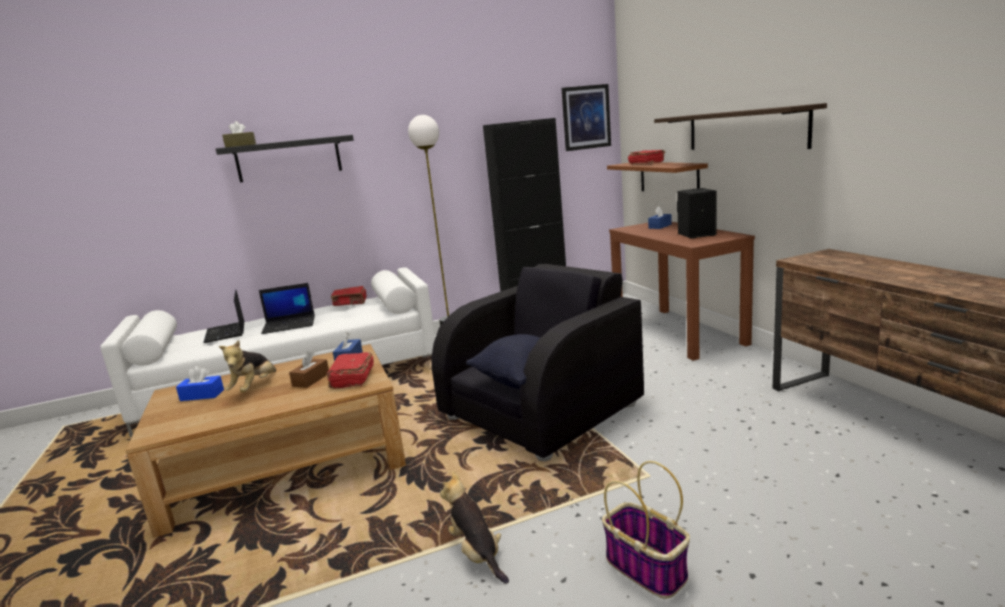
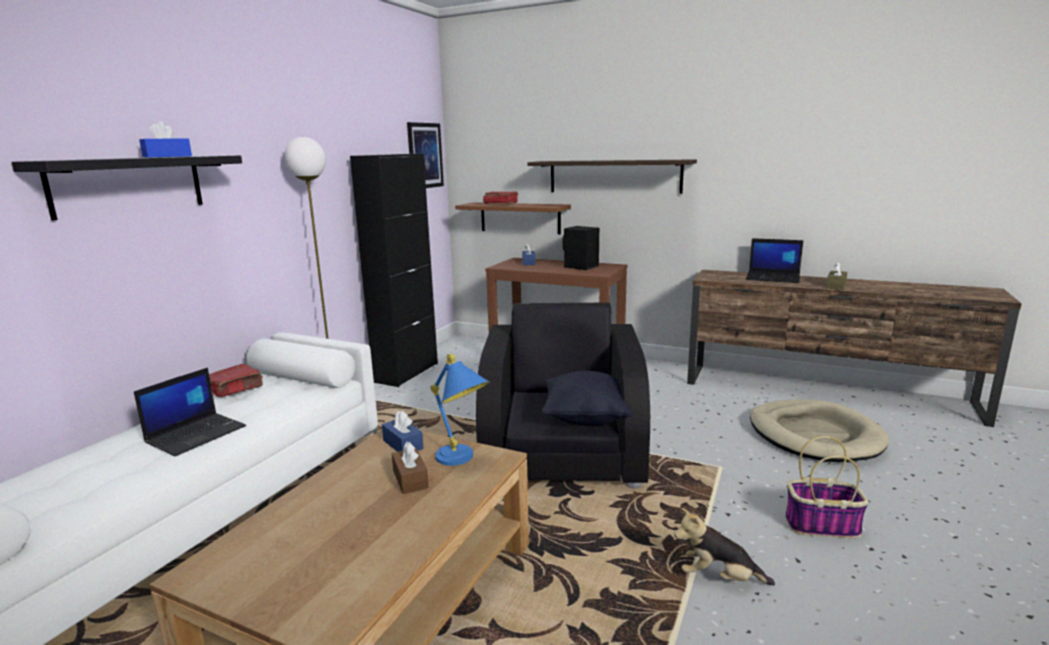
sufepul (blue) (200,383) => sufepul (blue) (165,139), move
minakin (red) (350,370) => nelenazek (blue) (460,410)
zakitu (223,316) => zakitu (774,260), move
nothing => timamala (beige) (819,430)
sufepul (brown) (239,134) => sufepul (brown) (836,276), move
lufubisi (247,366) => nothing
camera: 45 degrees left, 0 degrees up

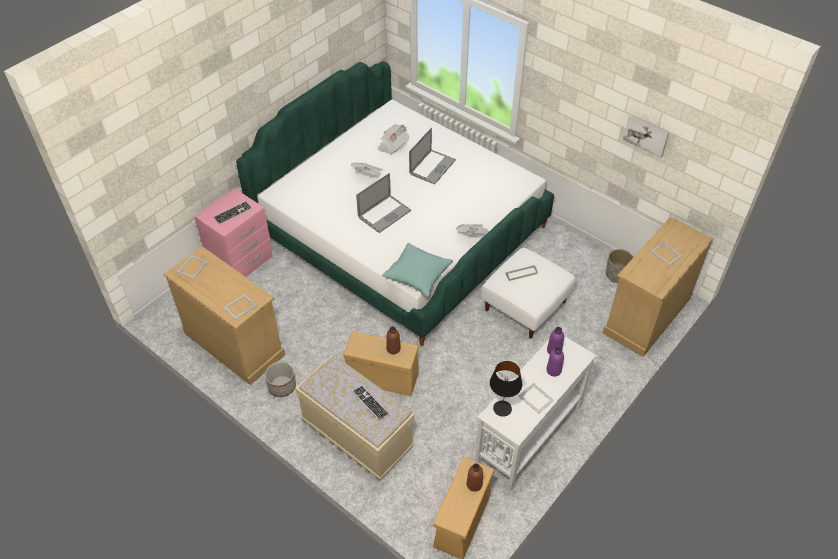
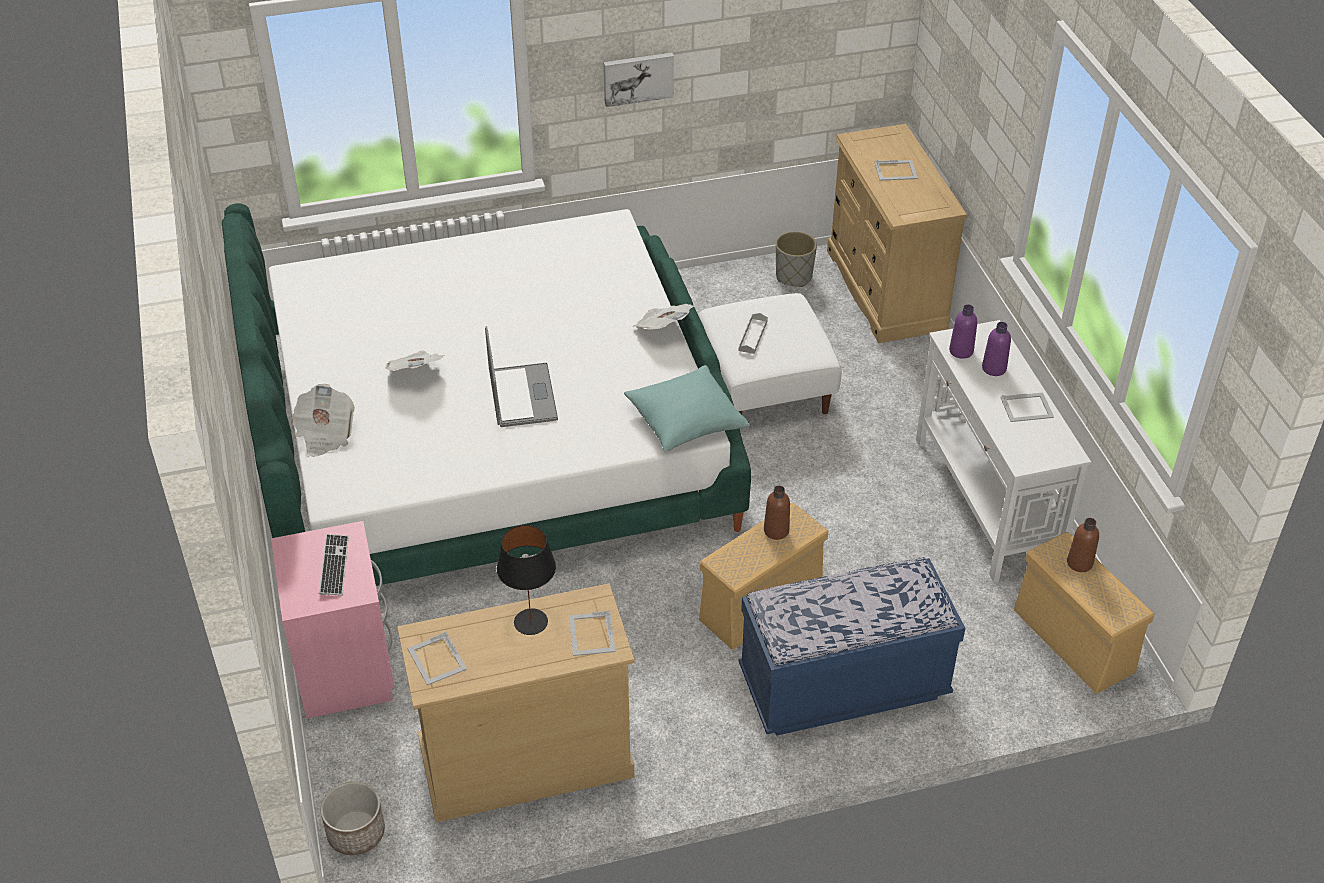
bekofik (393,139) => bekofik (323,420), move
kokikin (280,379) => kokikin (353,818), move
nelenazek (black) (506,389) => nelenazek (black) (526,580), move
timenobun (646,136) => timenobun (639,79), move
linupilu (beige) (354,417) => linupilu (blue) (852,646)
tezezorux (370,403) => nothing
zakitu (432,156) => nothing
camera: 55 degrees left, 5 degrees down

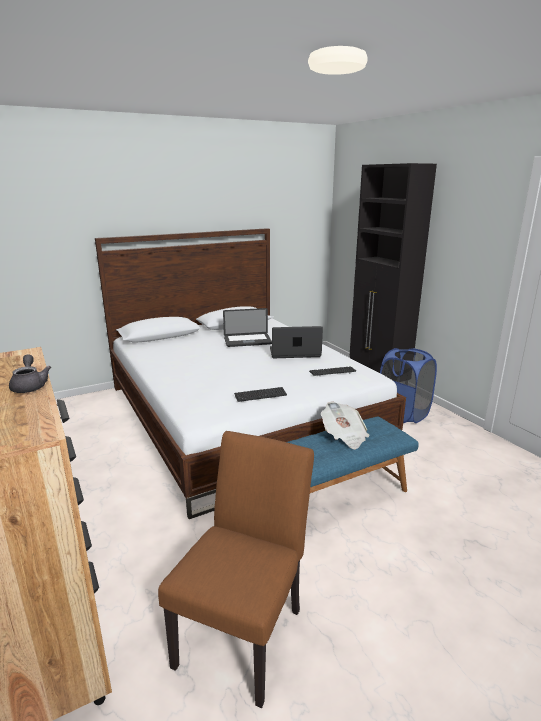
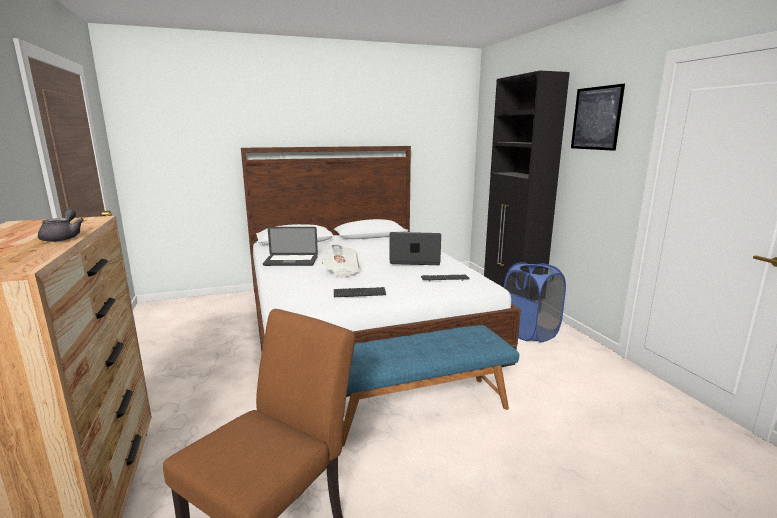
zakitu (247,327) => zakitu (290,246), move
bekofik (345,425) => bekofik (341,261), move
nothing => timenobun (598,117)
camera: 10 degrees right, 5 degrees down

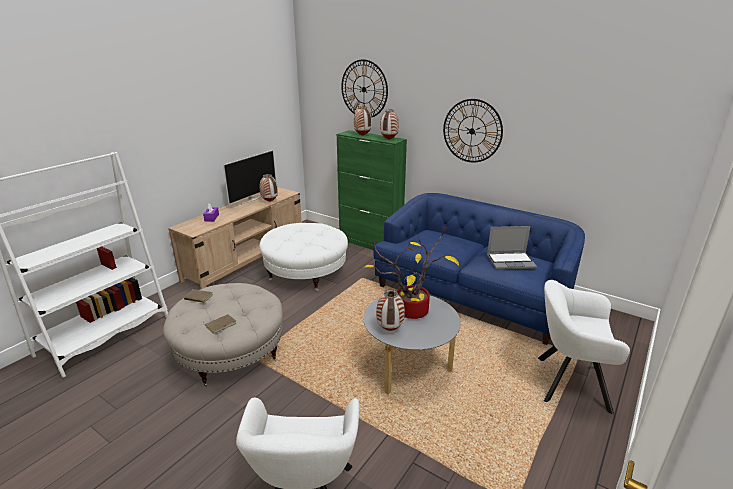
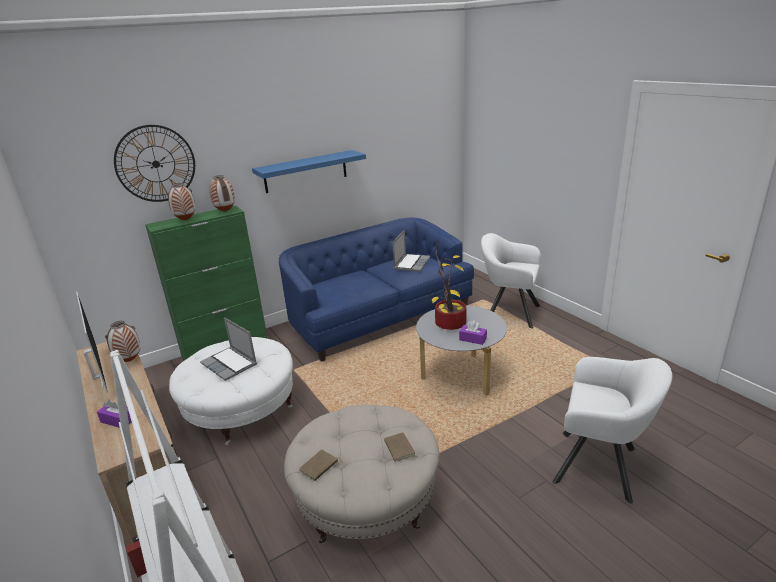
nothing => zakitu (228,349)
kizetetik (473,130) => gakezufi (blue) (309,171)
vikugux (390,310) => sufepul (purple) (473,332)
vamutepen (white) (584,347) => vamutepen (white) (511,281), 75 degrees clockwise
camera: 65 degrees left, 0 degrees up

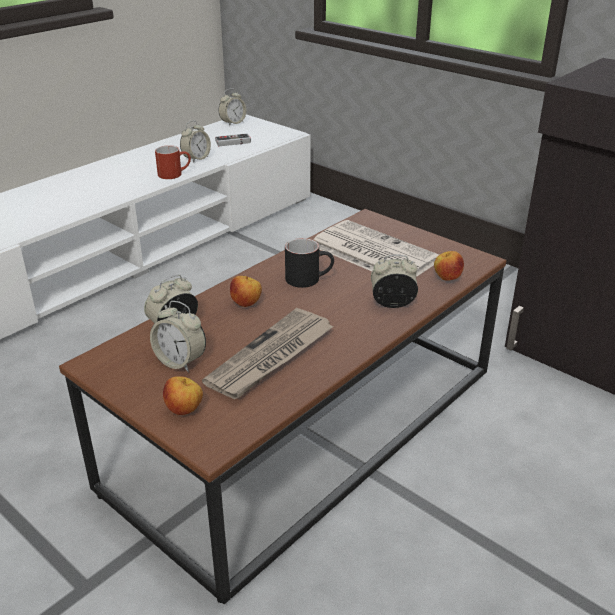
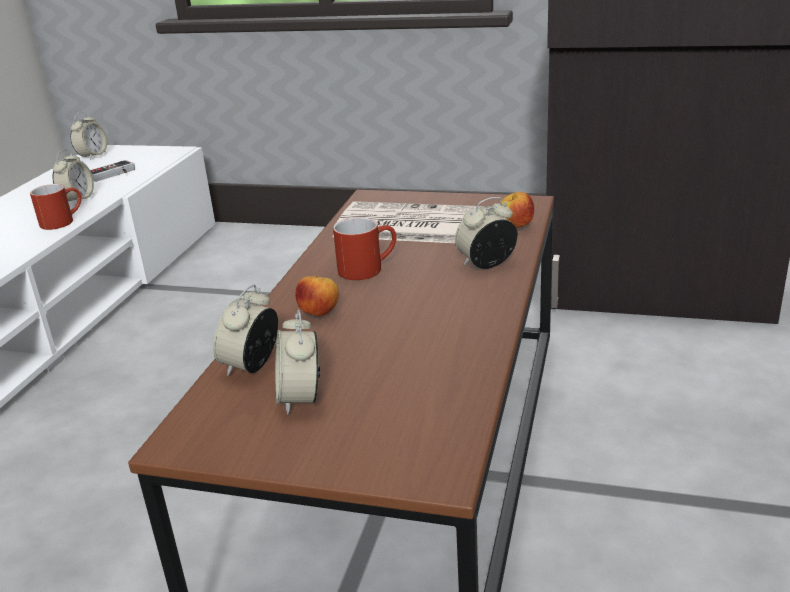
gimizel (178,336) => gimizel (297,362), 75 degrees clockwise
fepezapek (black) (309,263) => fepezapek (red) (365,248)
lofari (183,395) => nothing
bekofik (268,353) => nothing
camera: 25 degrees left, 5 degrees down

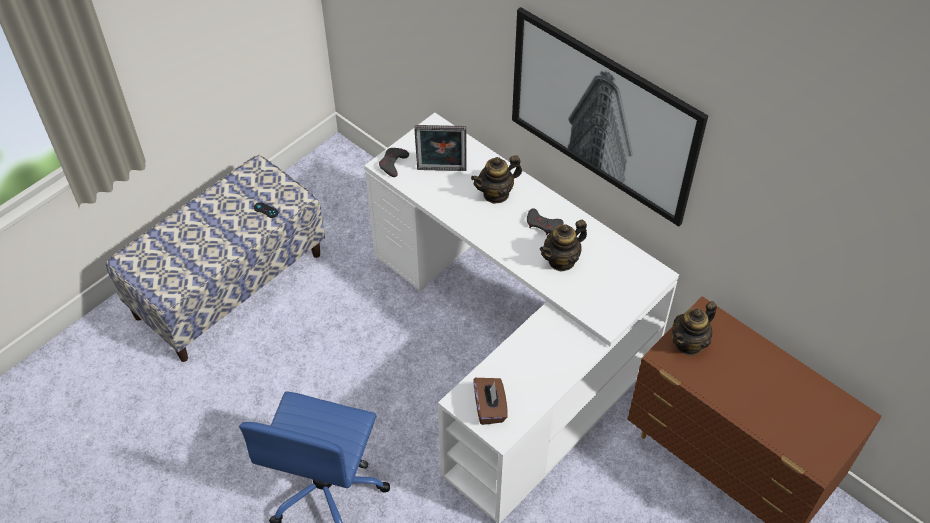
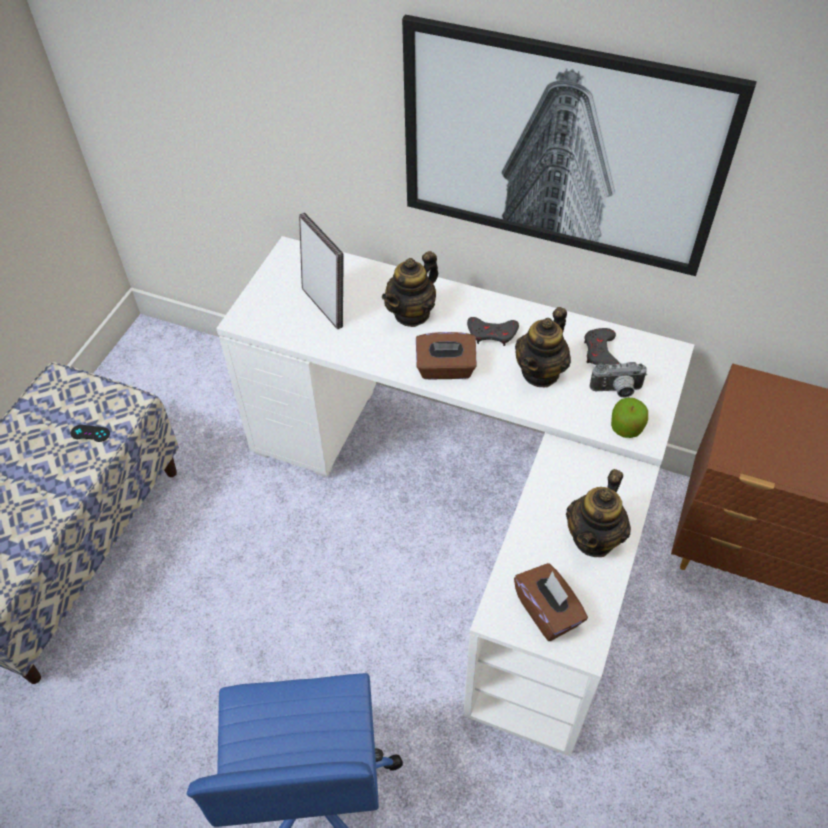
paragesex (440,148) => paragesex (321,271), 105 degrees counterclockwise
nothing => sufepul (brown) (446,356)
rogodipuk (694,328) => rogodipuk (598,513), move
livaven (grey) (394,162) => livaven (grey) (602,346), move
nothing => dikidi (618,380)
nothing => lofari (629,418)
camera: 20 degrees left, 0 degrees up

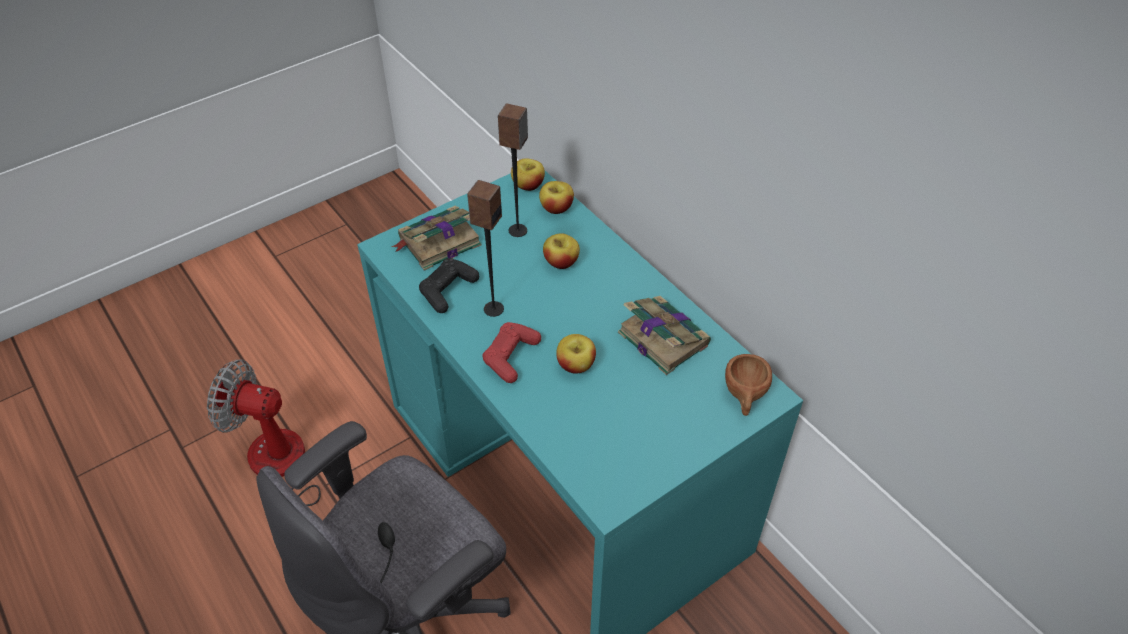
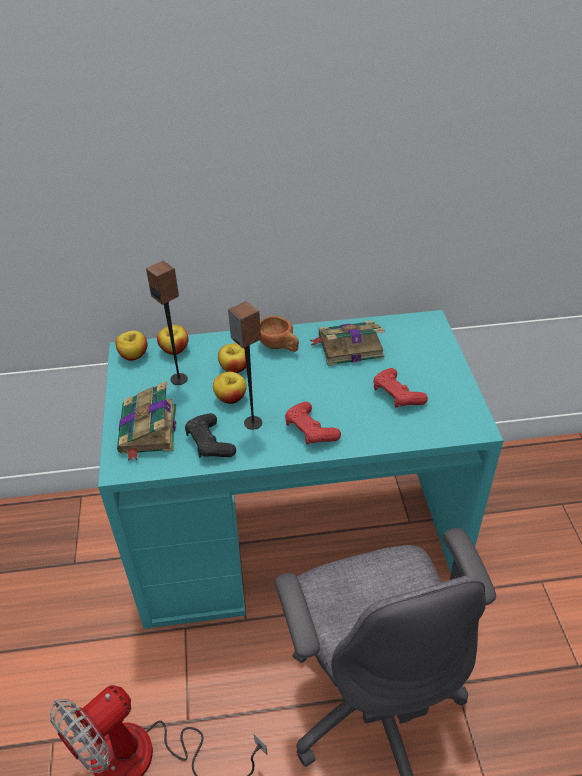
lofari (576,354) => lofari (230,388), move
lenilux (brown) (748,385) => lenilux (brown) (279,334), move
nothing => livaven (red) (401,388)
camera: 60 degrees left, 5 degrees down

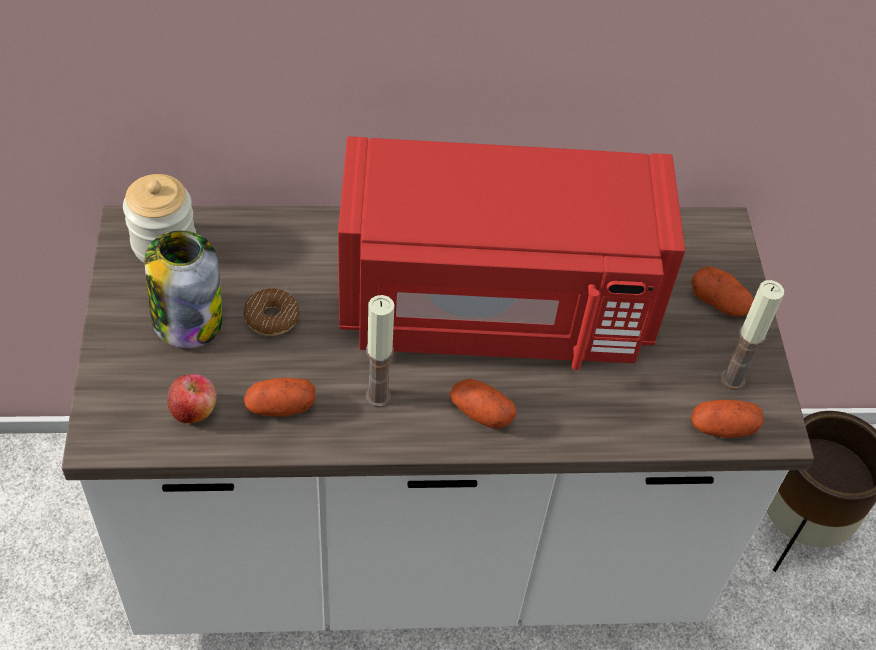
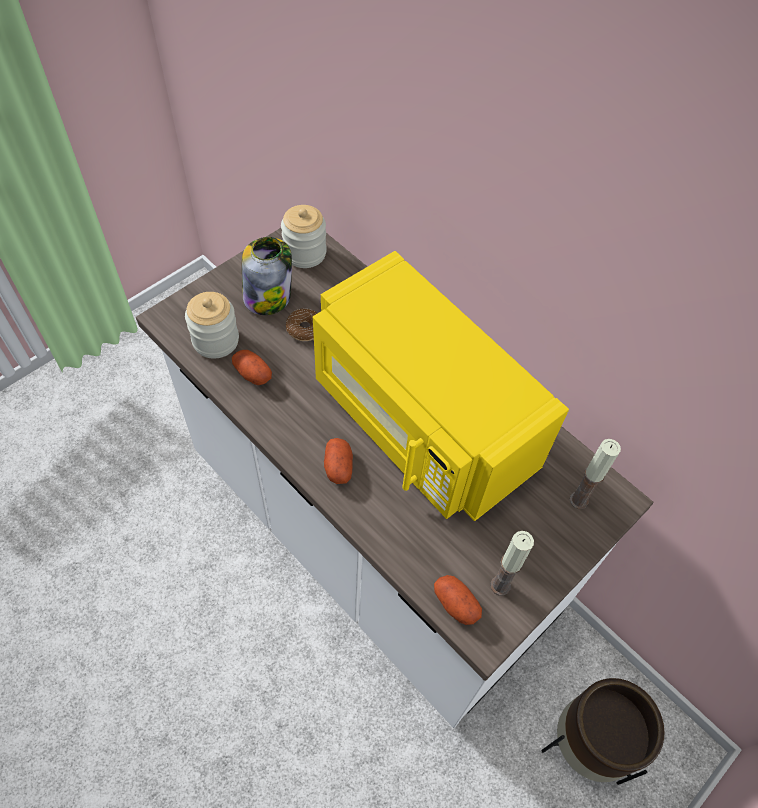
lofari (191,398) => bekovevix (212,325)
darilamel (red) (511,253) => darilamel (yellow) (441,386)
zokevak (380,351) => zokevak (595,474), move
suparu (722,291) => nothing
camera: 50 degrees right, 5 degrees up

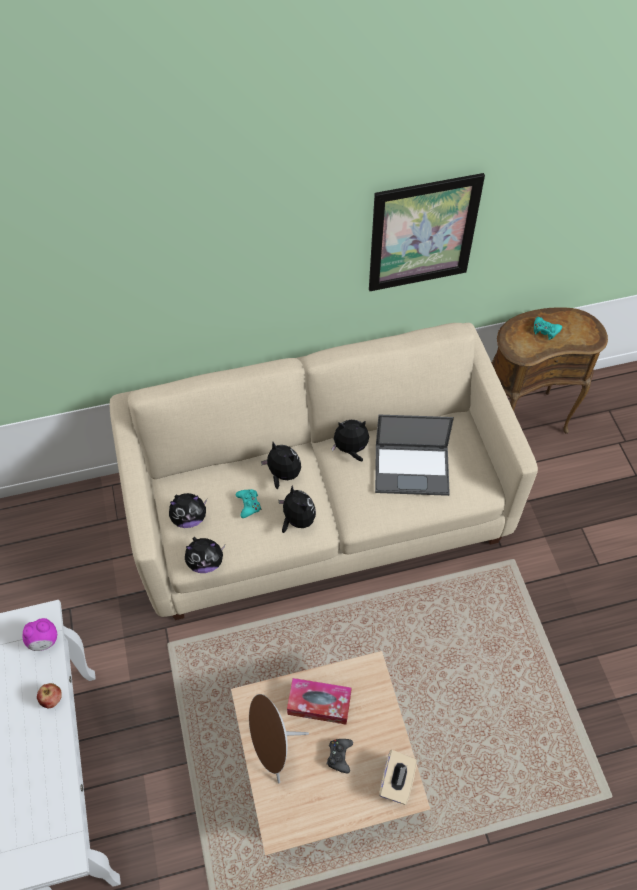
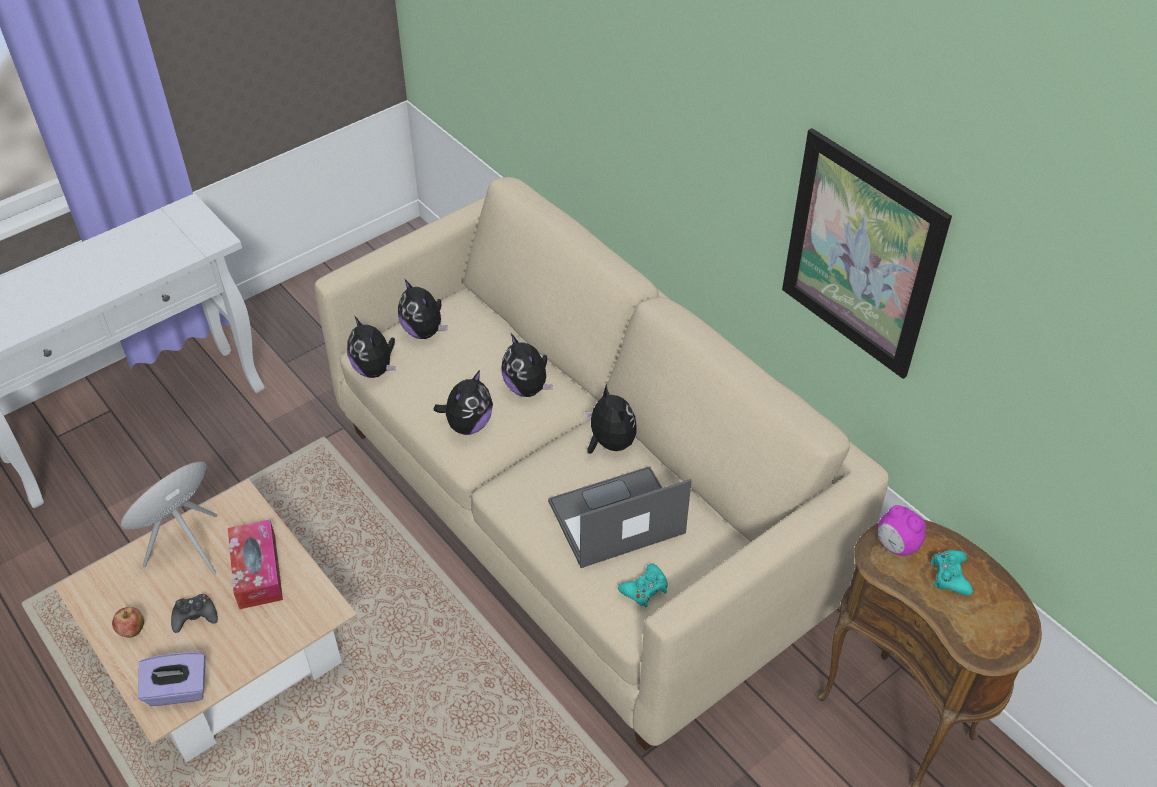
lofari (49,695) => lofari (128,622), move
sufepul (beige) (398,777) => sufepul (purple) (172,679)
lufubisi (281,465) => lufubisi (527,365), 135 degrees clockwise
zakitu (414,455) => zakitu (619,517), 90 degrees clockwise
livaven (turquoise) (248,503) => livaven (turquoise) (643,585), move
gimizel (40,634) => gimizel (902,530), move
camera: 65 degrees right, 10 degrees down

